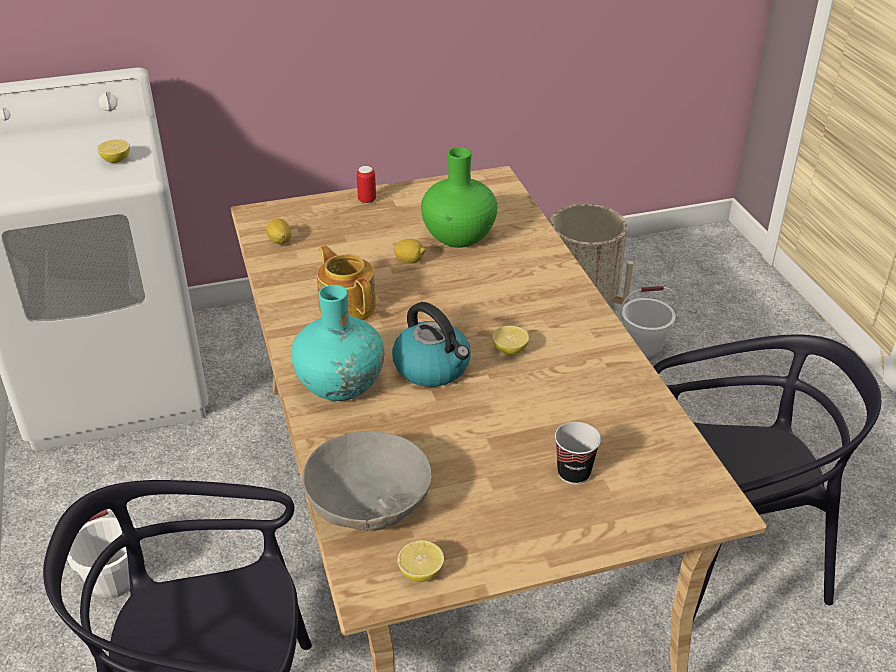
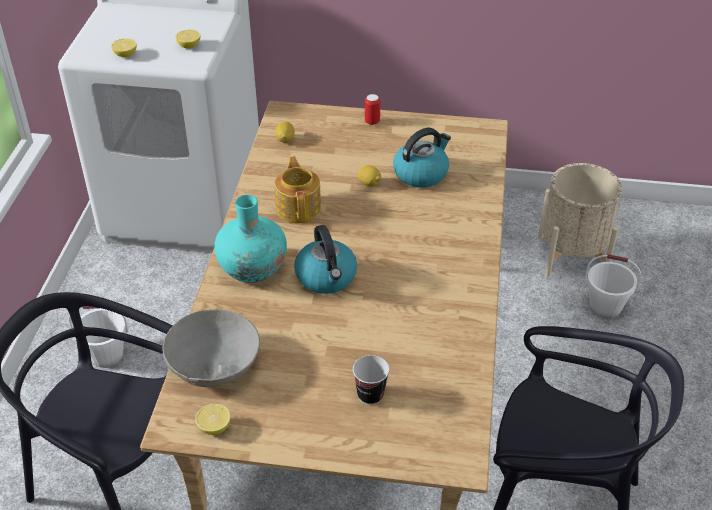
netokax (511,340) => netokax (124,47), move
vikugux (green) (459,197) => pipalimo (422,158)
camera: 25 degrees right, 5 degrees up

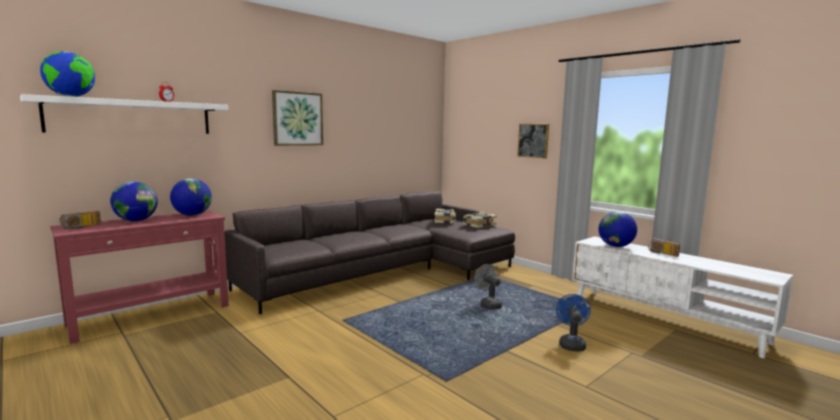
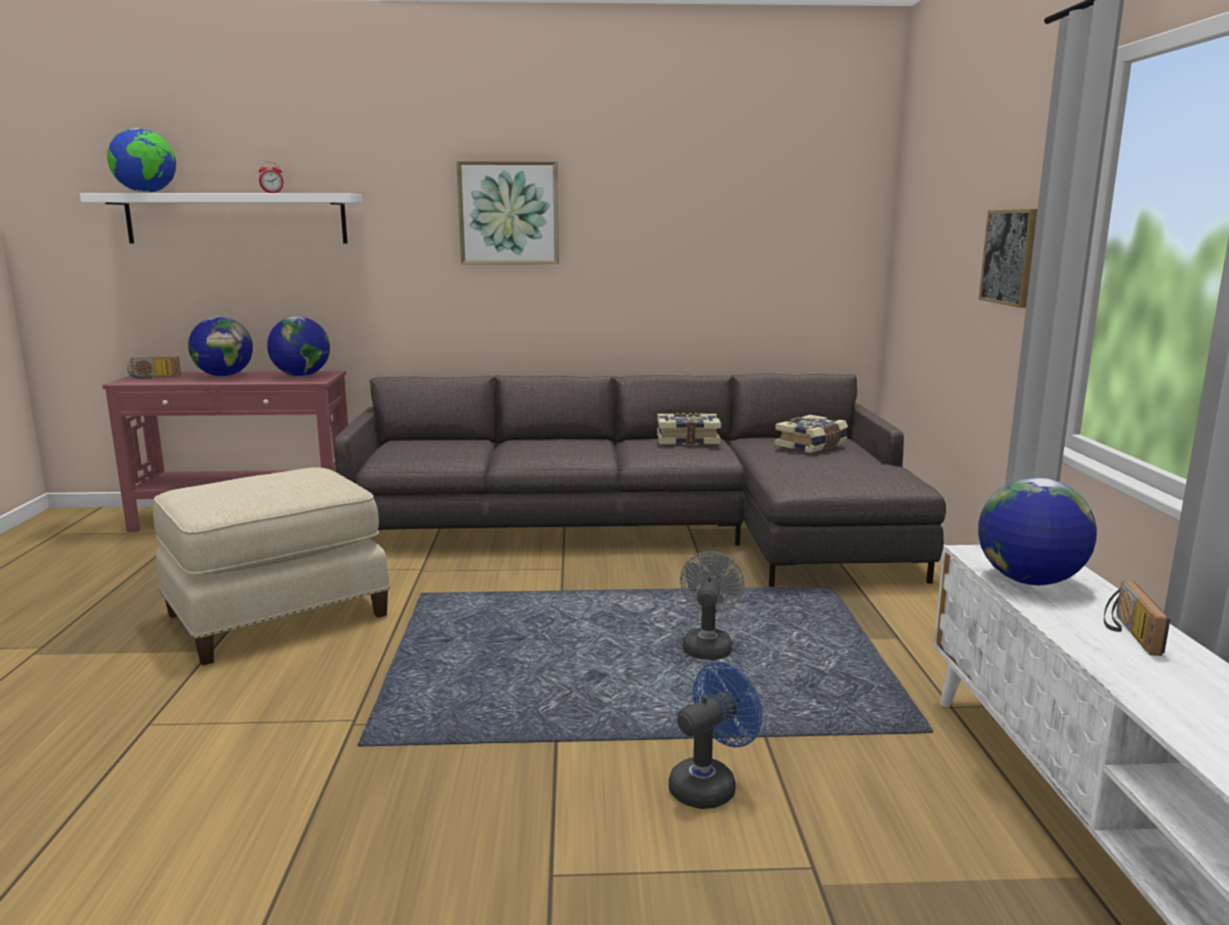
nothing => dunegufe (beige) (271,566)
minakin (480,220) => minakin (689,429), move
camera: 40 degrees right, 5 degrees up

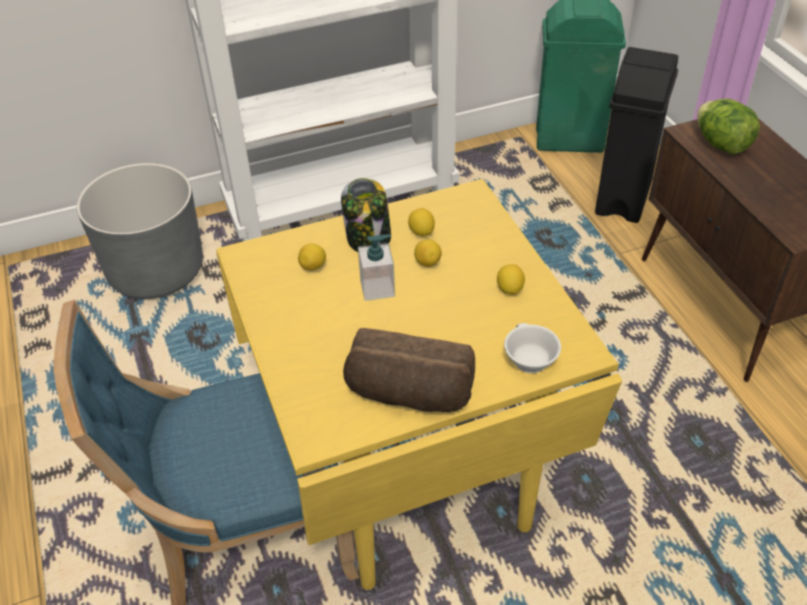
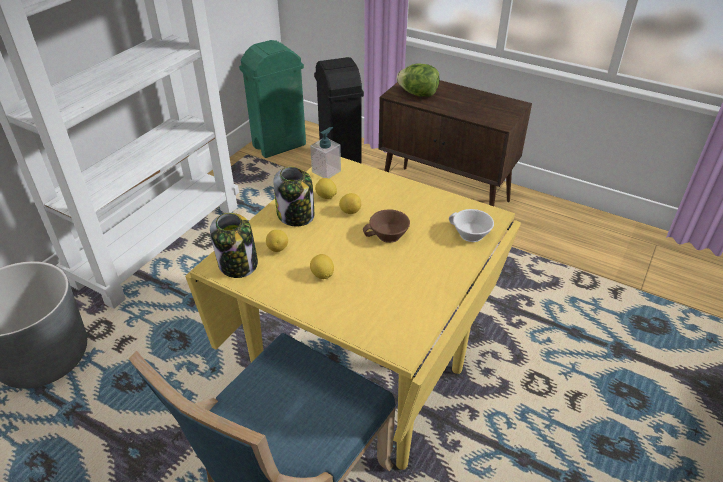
nothing => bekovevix (234,245)
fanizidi (376,268) => fanizidi (325,153), move
netokax (511,279) => netokax (322,266), move
nothing => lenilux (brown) (386,226)
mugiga (409,370) => nothing
camera: 40 degrees left, 5 degrees down

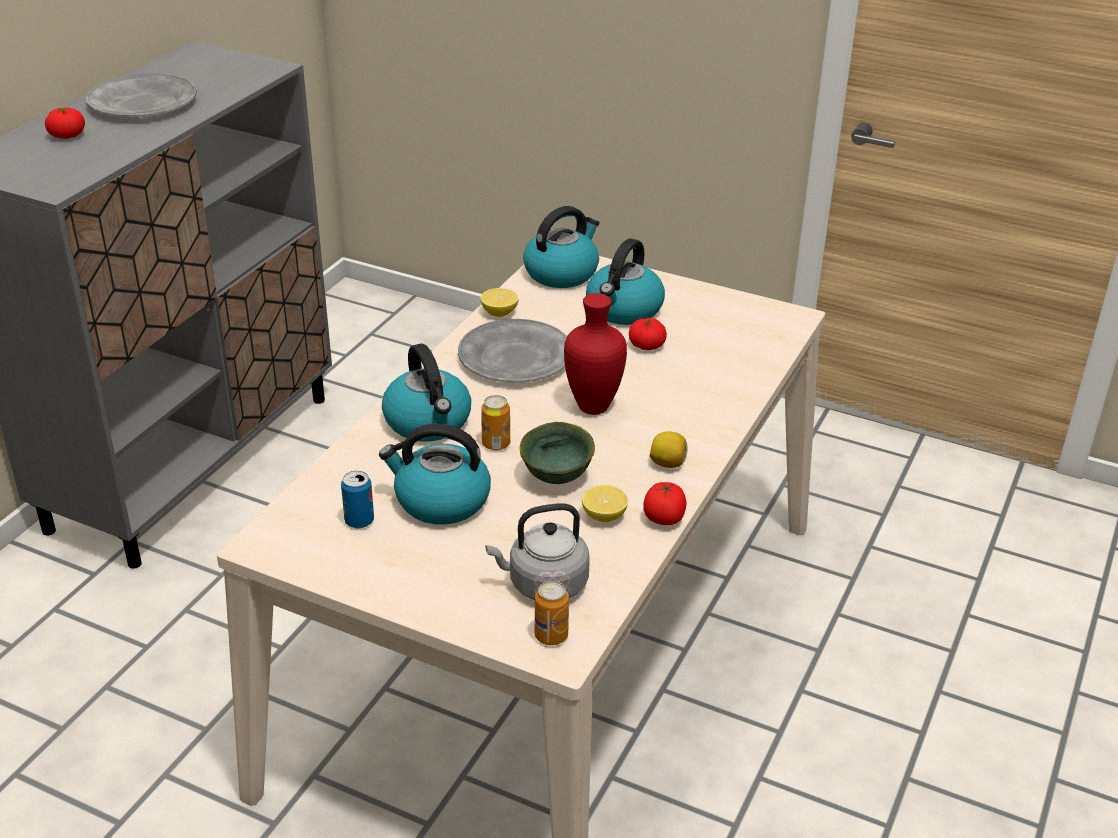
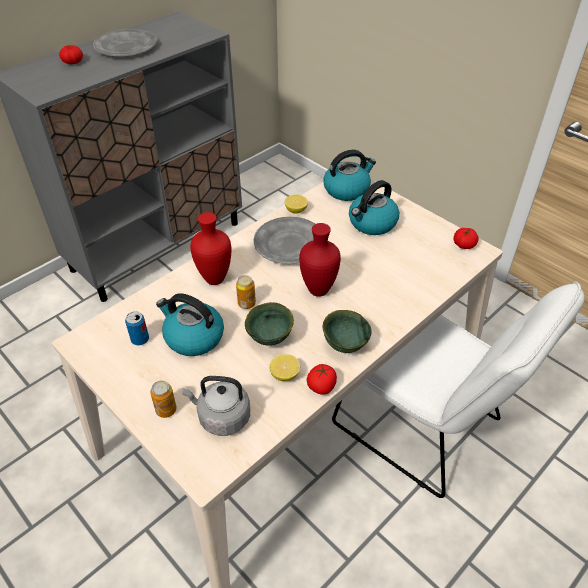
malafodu (552,613) => malafodu (163,399), move
pipalimo (426,392) => vikugux (red) (210,248)
netokax (669,450) => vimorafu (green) (347,331)
nothing => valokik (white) (458,389)
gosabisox (648,334) => gosabisox (465,238), move
camera: 20 degrees right, 10 degrees up

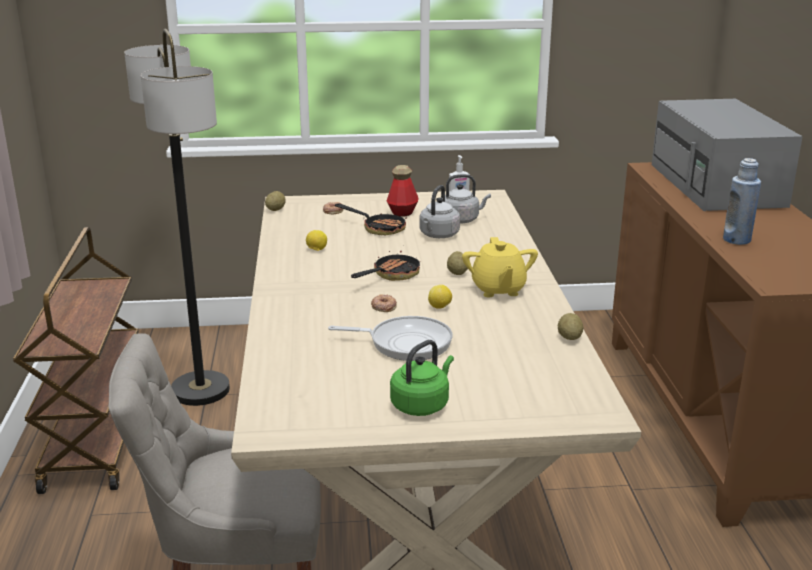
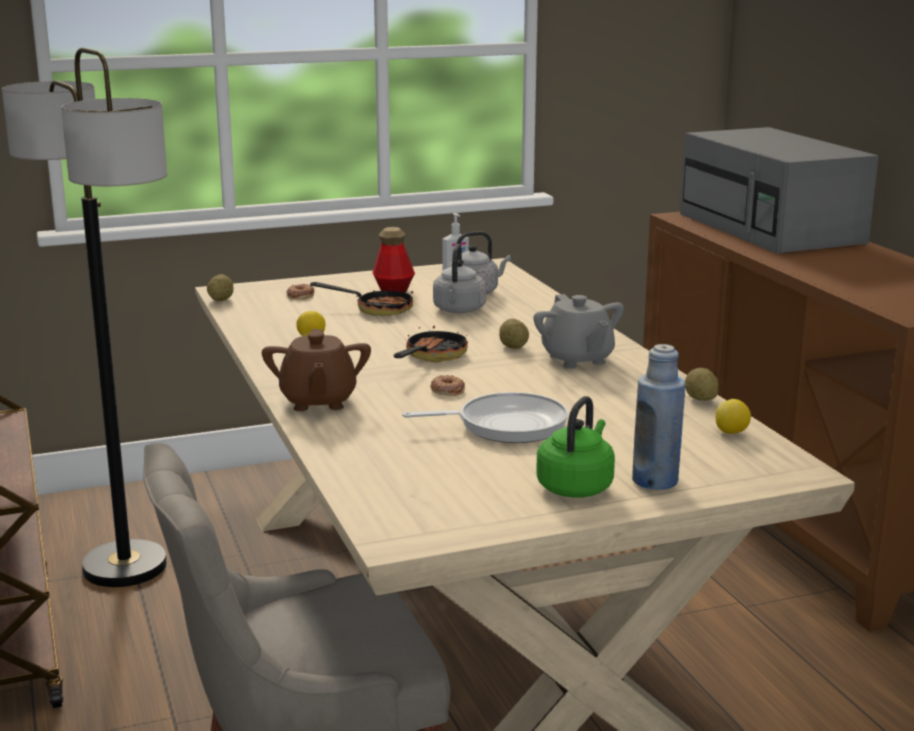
nothing => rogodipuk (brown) (316,370)
rogodipuk (yellow) (500,267) => rogodipuk (grey) (578,331)
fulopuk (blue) (742,201) => fulopuk (blue) (658,417), move
netokax (440,297) => netokax (733,416), move
camera: 15 degrees left, 5 degrees down

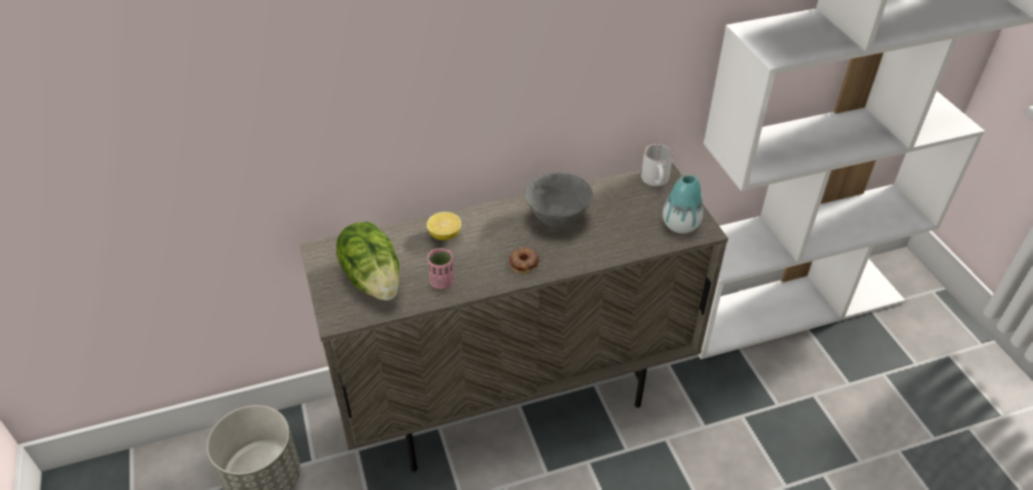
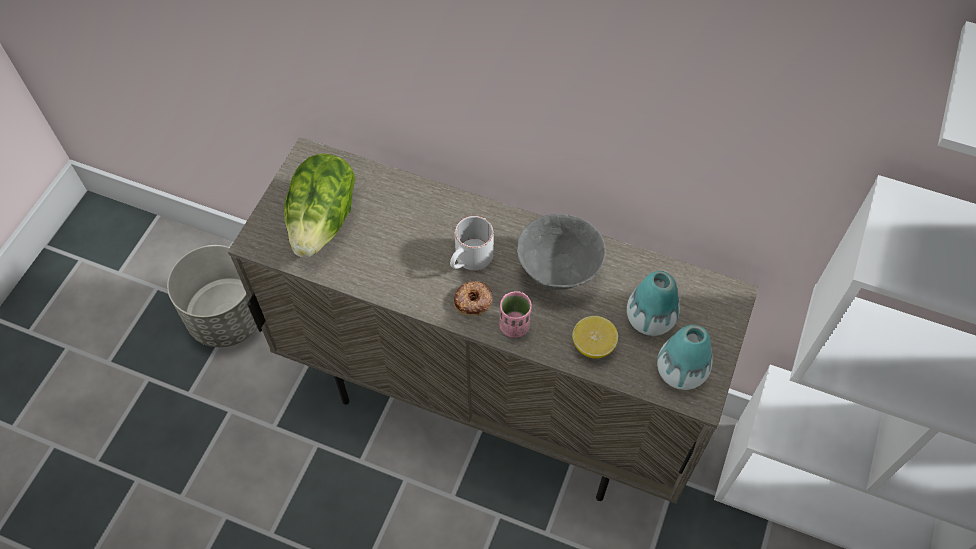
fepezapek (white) (657,165) => fepezapek (white) (472,243), move
lenilux (pink) (441,268) => lenilux (pink) (515,314), move
netokax (444,226) => netokax (595,337), move
nothing => vikugux (653,303)
camera: 40 degrees right, 15 degrees up

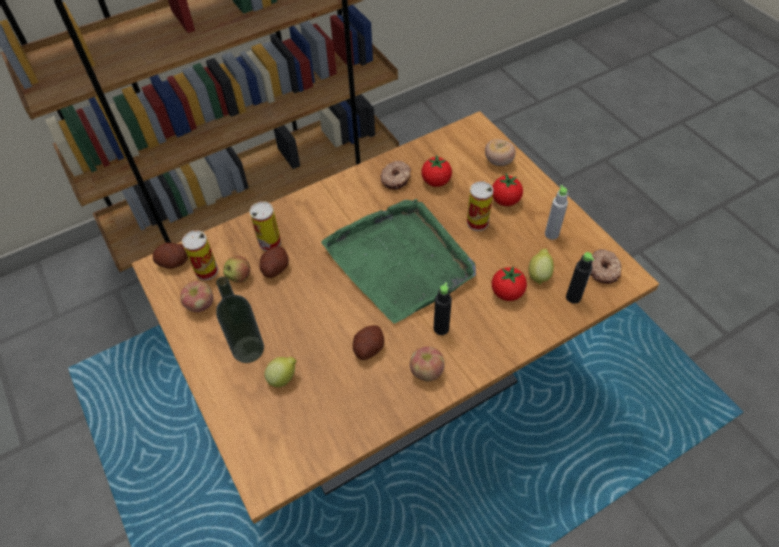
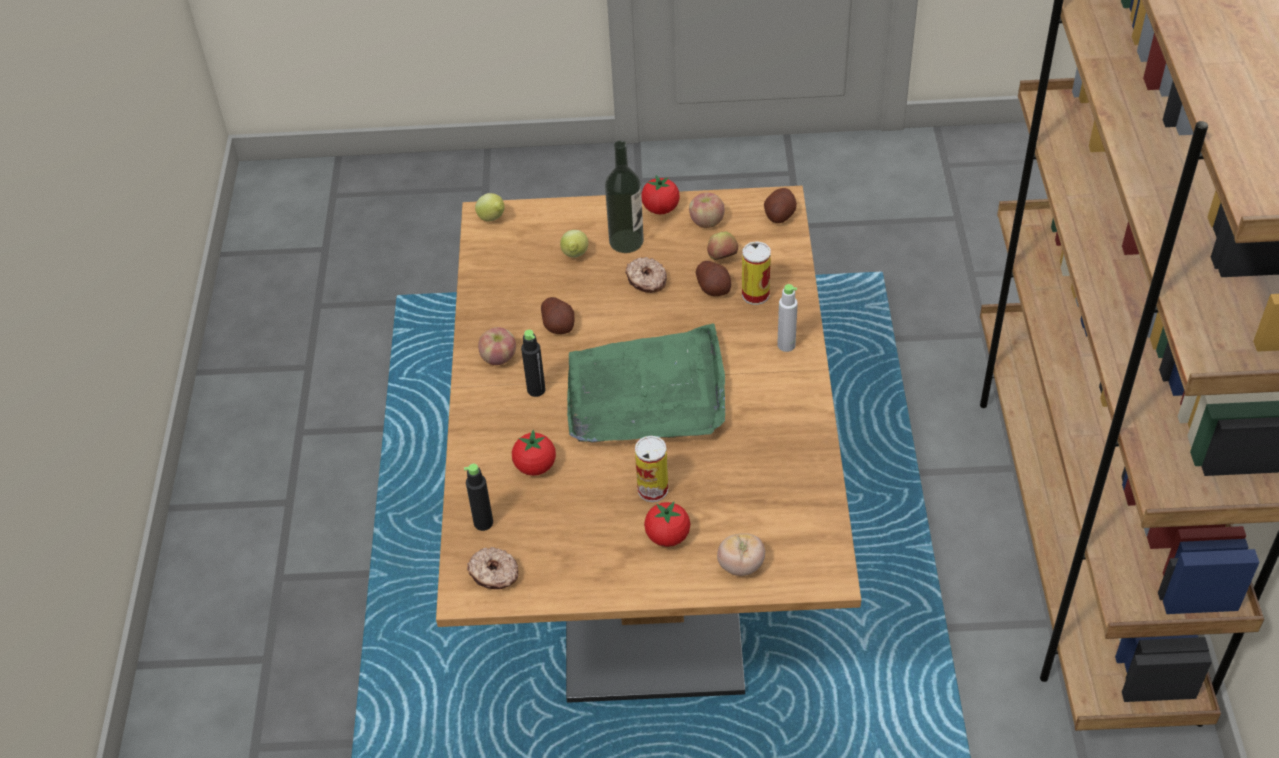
netokax (541,266) => netokax (489,207), move
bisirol (395,175) => bisirol (646,275), move
gosabisox (436,171) => gosabisox (660,194), move
fulopuk (grey) (556,212) => fulopuk (grey) (787,318), move
malafodu (200,255) => nothing
camera: 120 degrees right, 5 degrees down

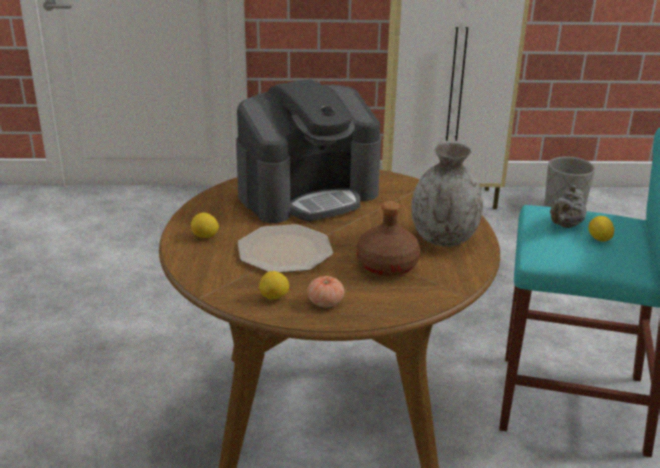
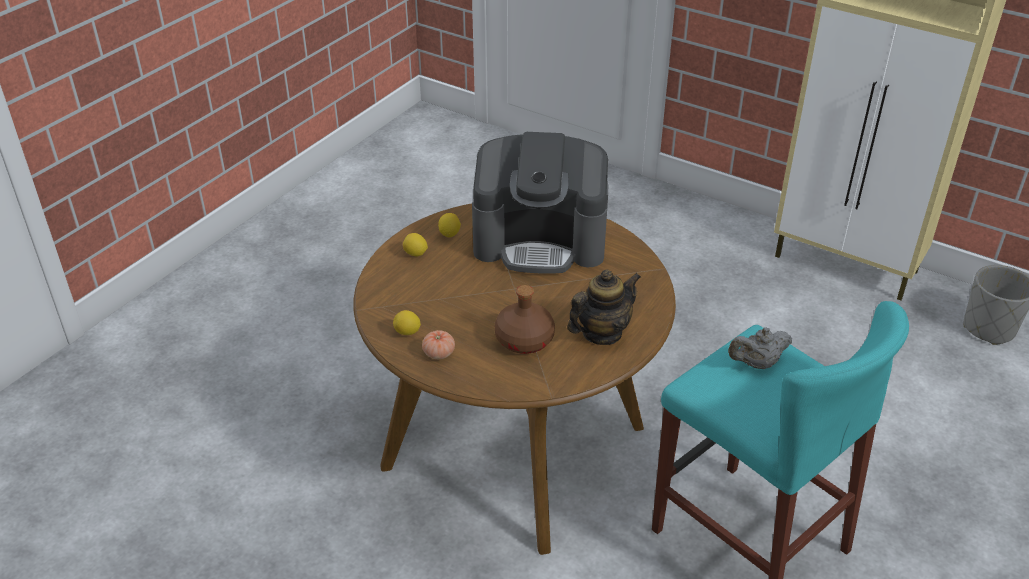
netokax (601,229) => netokax (449,225), move
vikugux (grey) (447,194) => rogodipuk (604,307)
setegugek (285,248) => nothing
camera: 35 degrees right, 10 degrees up

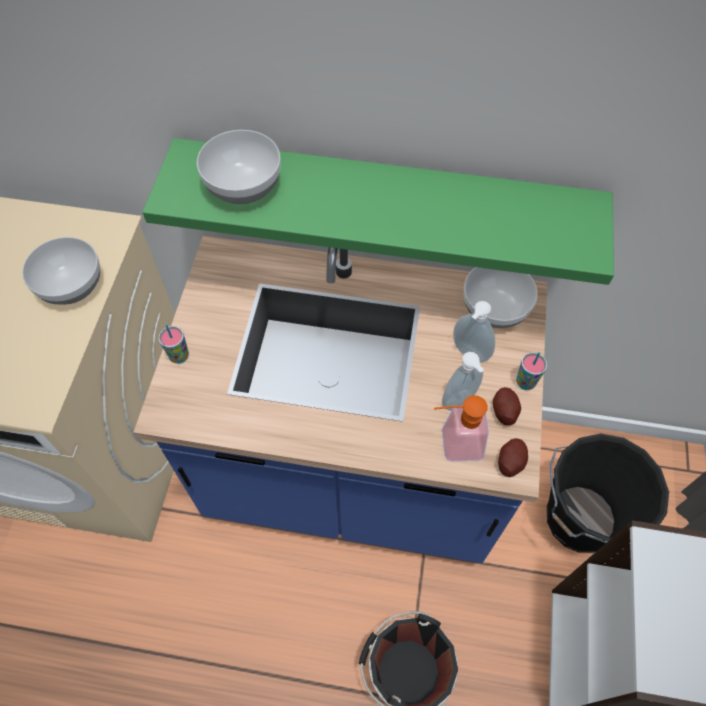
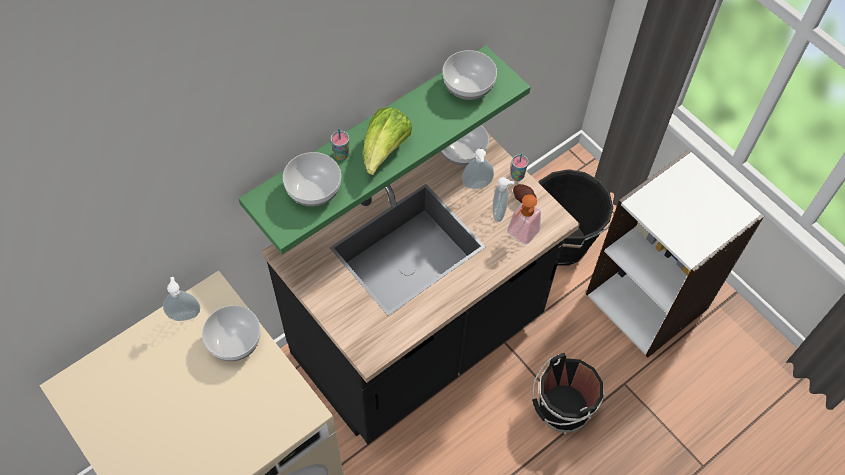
nothing => fanizidi (181,299)
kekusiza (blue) (340,399) => kekusiza (black) (421,289)
lenilux (174,344) => lenilux (340,145), move
nothing => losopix (387,141)
nothing => vimorafu (470,75)
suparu (513,457) => nothing
camera: 50 degrees left, 0 degrees up

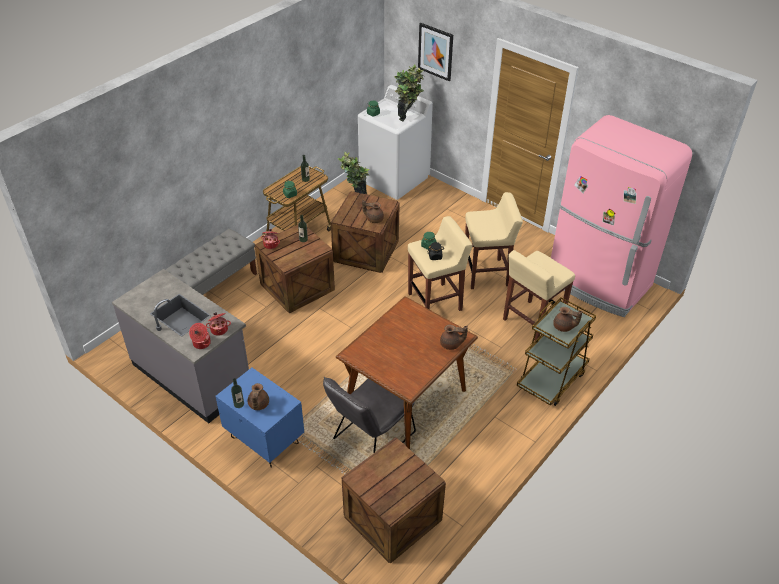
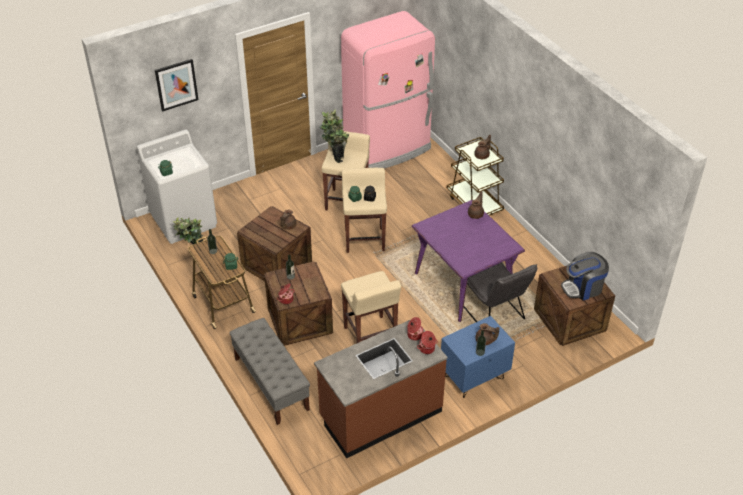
kekusiza (grey) (180,346) => kekusiza (brown) (381,389)
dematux (409,92) => dematux (334,136), move
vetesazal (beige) (539,296) => vetesazal (beige) (371,307), move
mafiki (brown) (407,372) => mafiki (purple) (468,261)
nothing => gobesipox (585,276)
camera: 70 degrees left, 0 degrees up

